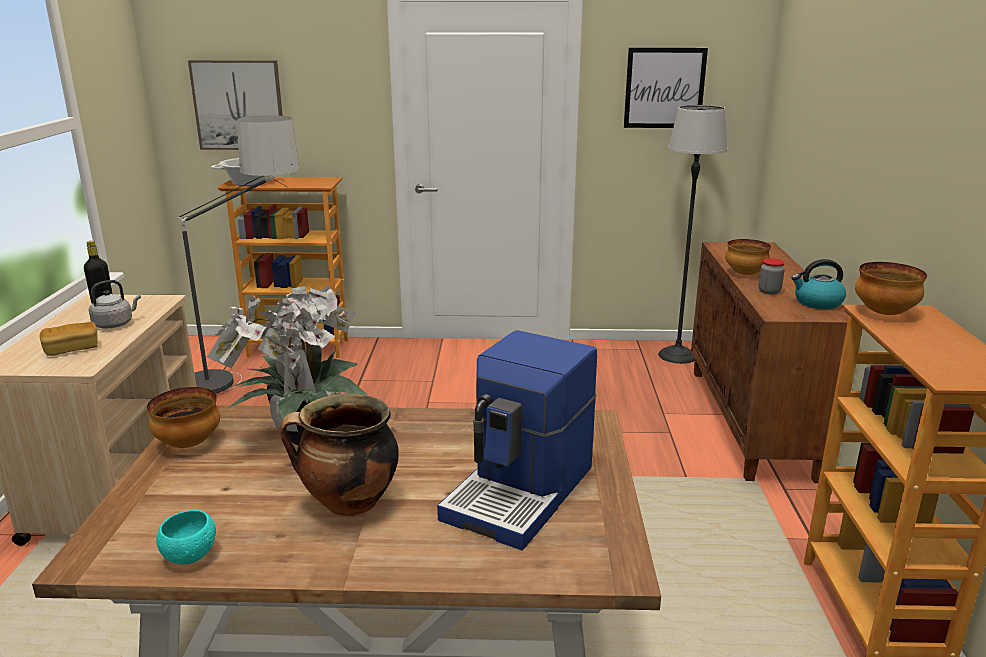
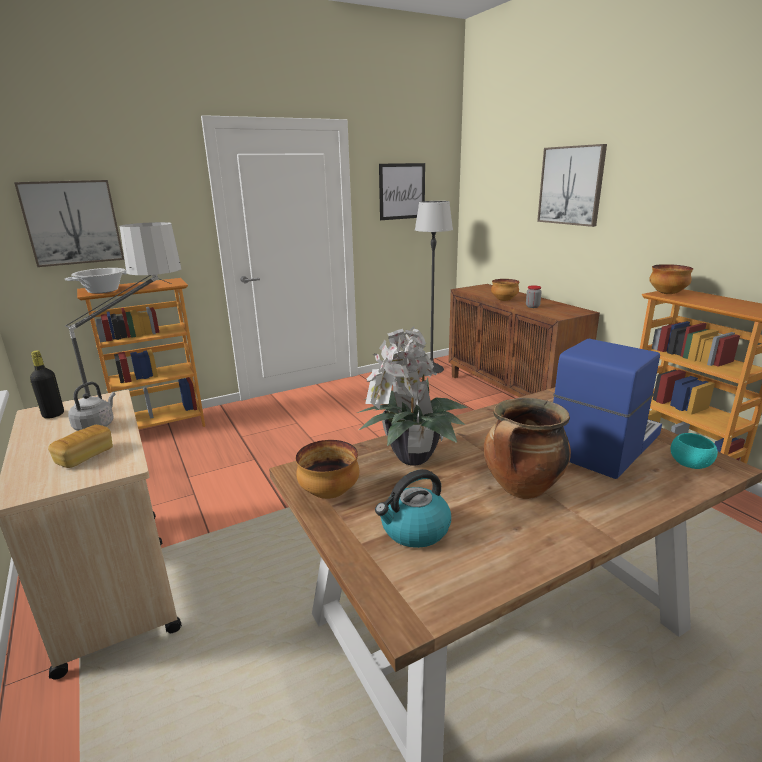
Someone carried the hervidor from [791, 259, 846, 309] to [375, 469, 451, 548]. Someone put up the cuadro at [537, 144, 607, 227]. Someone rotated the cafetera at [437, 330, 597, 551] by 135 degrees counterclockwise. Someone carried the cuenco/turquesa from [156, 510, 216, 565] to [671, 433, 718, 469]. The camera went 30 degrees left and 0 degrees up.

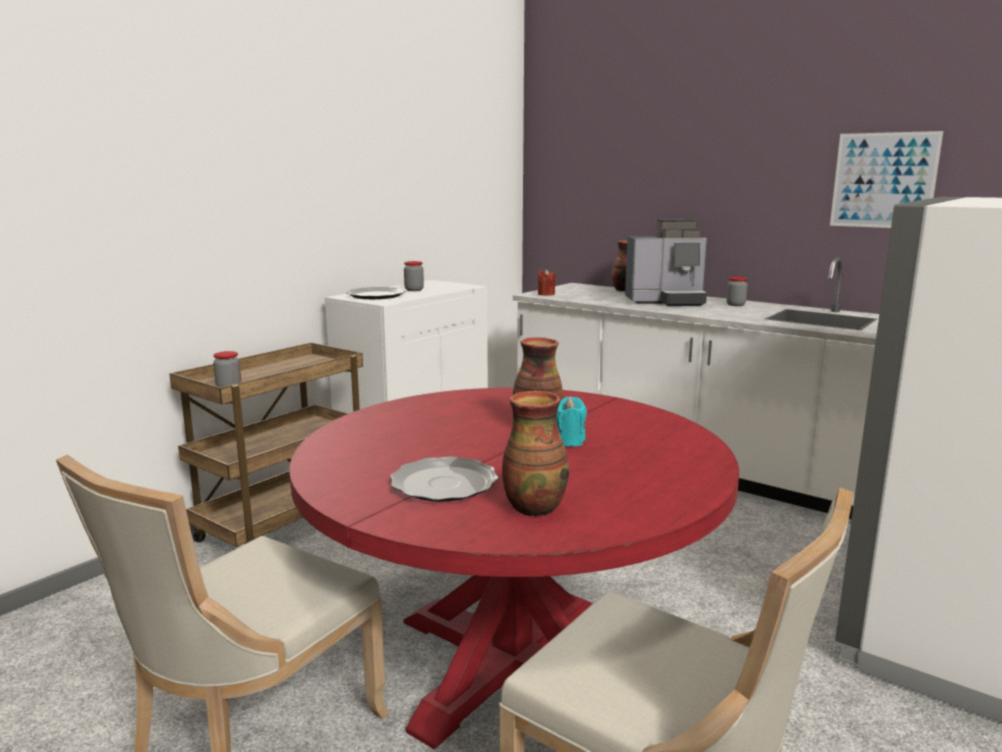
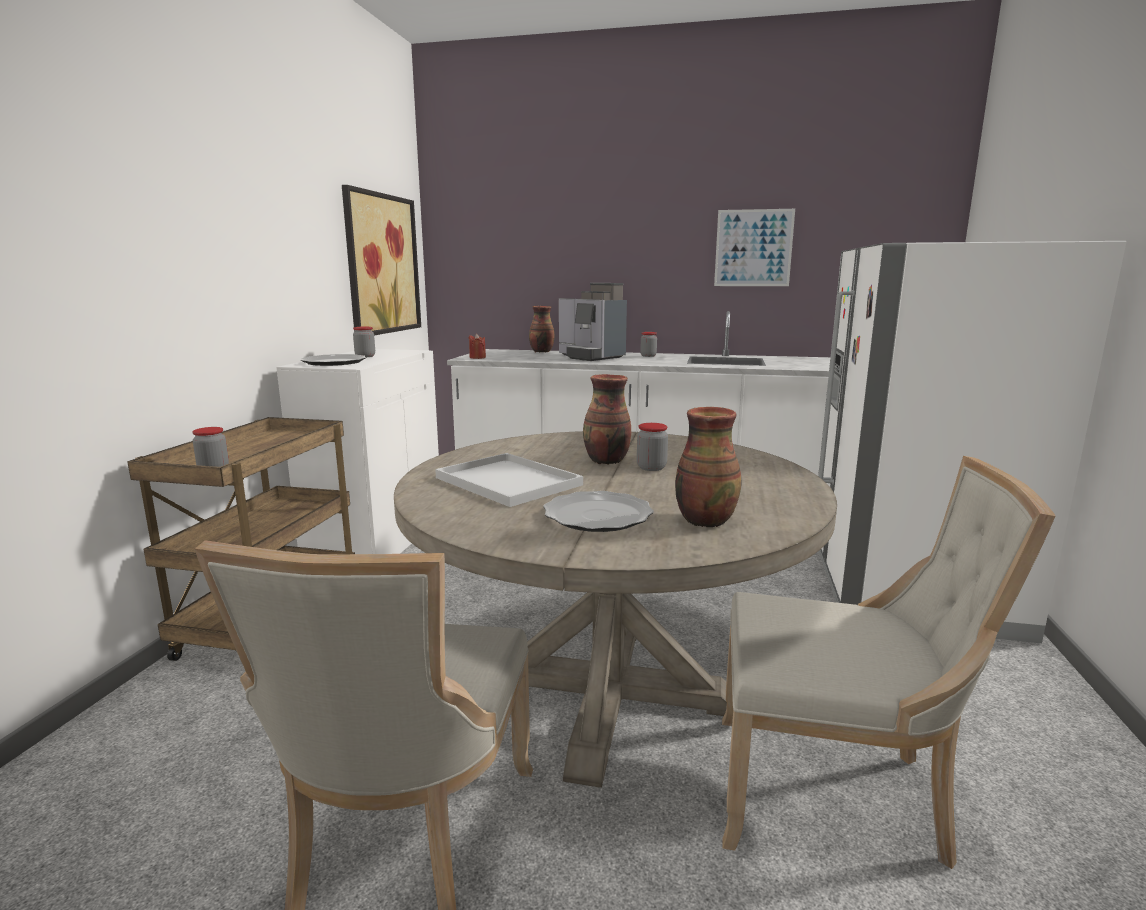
Someone put up the cuadro at [342, 185, 421, 335]. Someone repainted the mesa de comedor/rojo at [289, 388, 739, 749], which became the mesa de comedor/beis at [394, 431, 837, 788]. Someone put down the bandeja/blanco at [435, 453, 583, 507]. Someone rotated the cafetera at [625, 218, 707, 306] by 75 degrees clockwise. Someone swapped the vela/turquesa at [557, 396, 587, 447] for the tarro at [637, 423, 668, 471]. The camera went 25 degrees left and 0 degrees up.

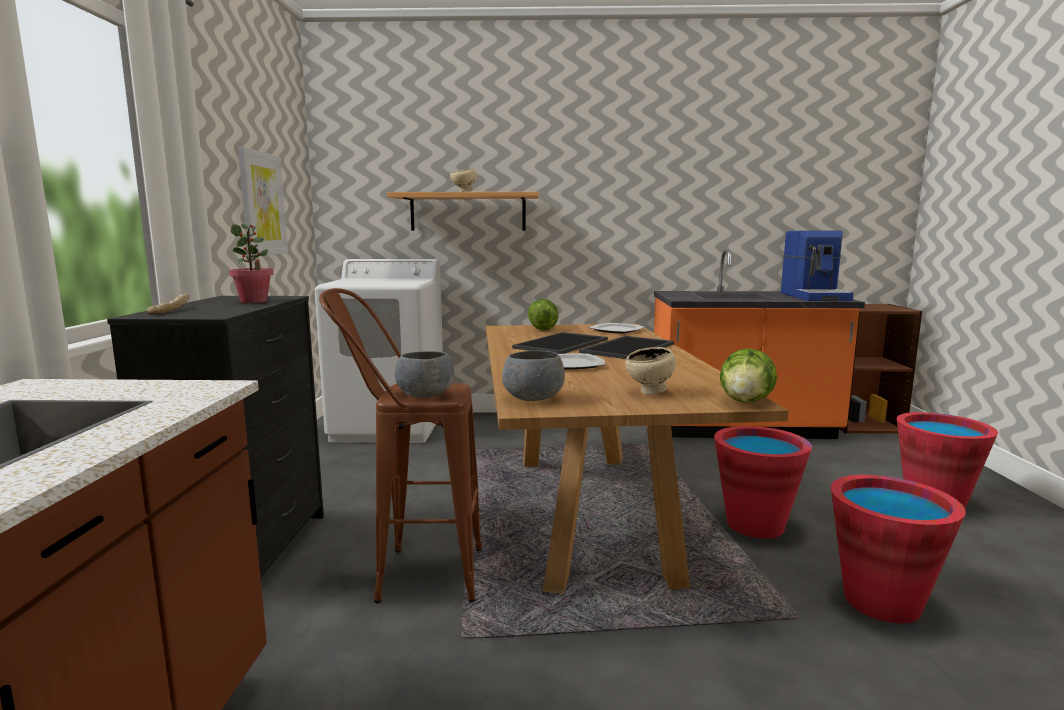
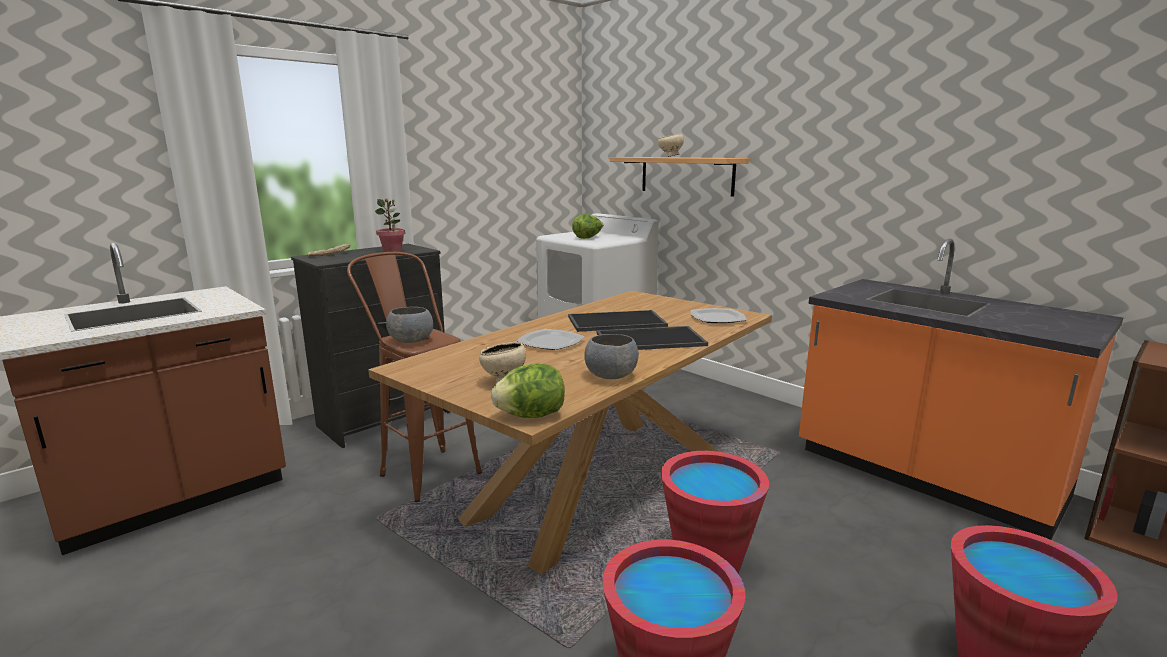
Someone carried the lechuga from [528, 299, 559, 330] to [572, 214, 603, 239]. Someone carried the cuenco/gris from [502, 351, 565, 401] to [584, 334, 639, 379]. Someone took away the cuadro at [238, 147, 288, 256]. Someone took away the cafetera at [781, 231, 853, 301]. The camera went 45 degrees right and 5 degrees up.

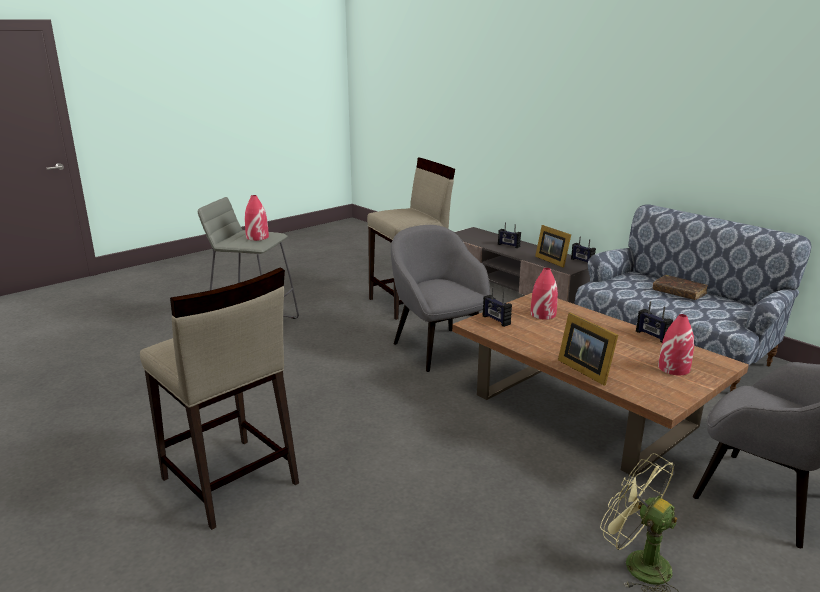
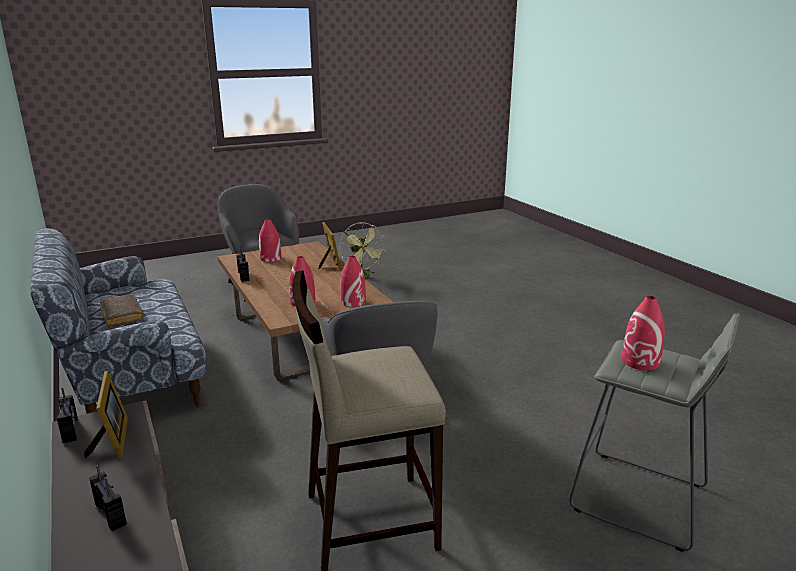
Someone swapped the radio at [483, 287, 512, 327] for the florero/rojo at [340, 256, 366, 307]. Someone took away the taburete/beis at [140, 267, 299, 530]. The camera went 165 degrees left and 0 degrees up.

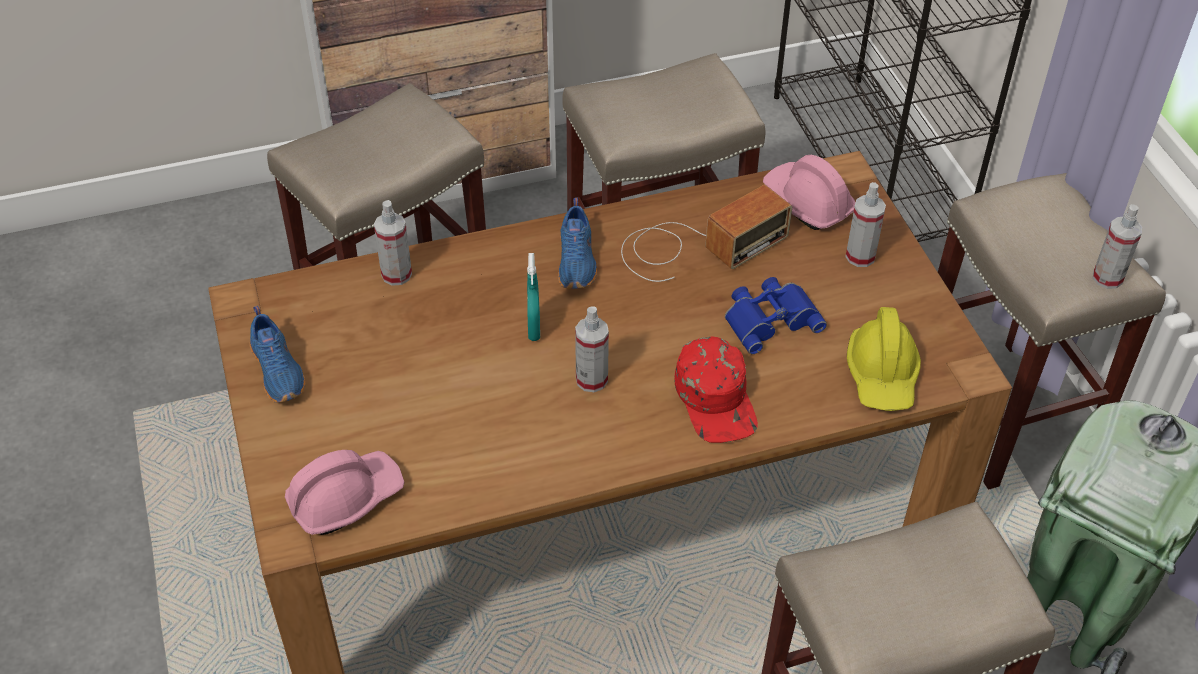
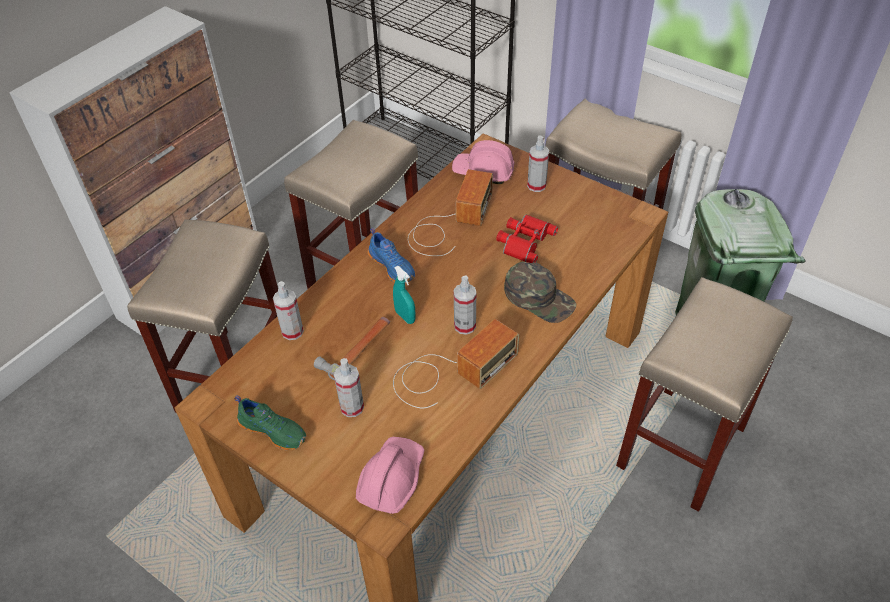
Someone repainted the zapato/azul at [250, 306, 306, 403], which became the zapato/verde at [234, 396, 306, 450]. Someone put down the martillo at [314, 317, 390, 381]. Someone carried the pulverizador from [1093, 204, 1142, 289] to [334, 358, 364, 417]. Someone put down the radio at [393, 319, 519, 409]. Someone repainted the prismáticos/azul at [725, 277, 827, 354], which became the prismáticos/rojo at [496, 214, 558, 263]. Someone repainted the gorra/rojo at [674, 337, 758, 443], which became the gorra/verde at [504, 262, 576, 323]. Someone took away the casco/amarillo at [847, 307, 921, 411]. The camera went 35 degrees left and 0 degrees up.

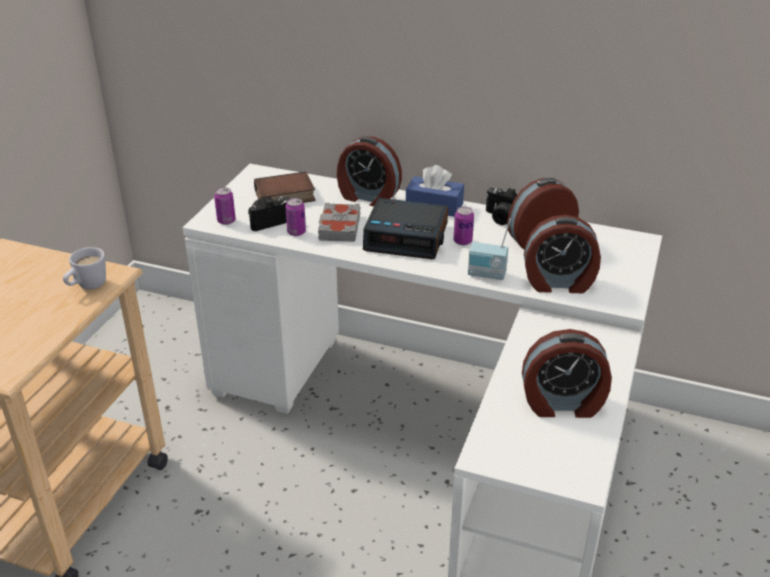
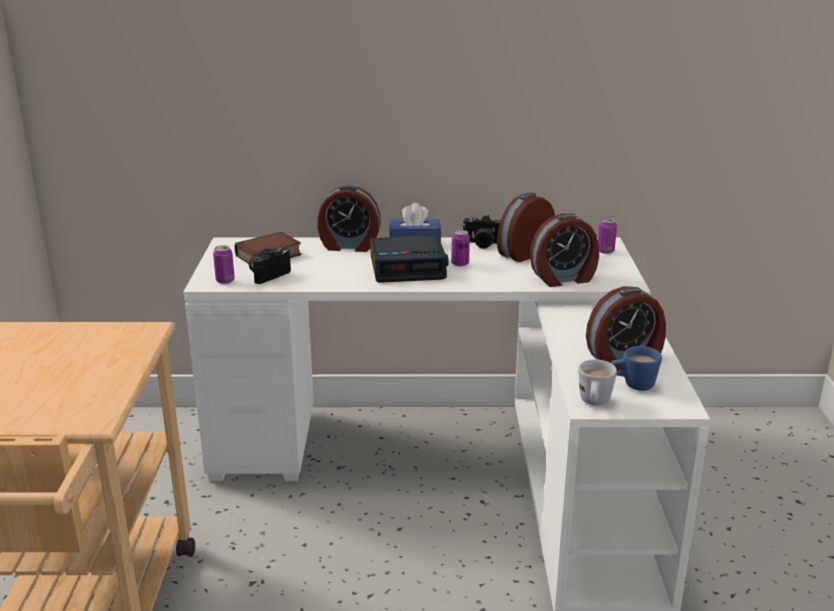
Someone carried the taza grande/blanco from [63, 247, 106, 289] to [578, 359, 617, 406]. Someone carried the lata from [285, 198, 306, 236] to [598, 218, 617, 254]. Someone put down the taza grande/azul at [610, 346, 662, 391]. Someone took away the libro/gris at [318, 203, 361, 242]. Someone took away the radio at [468, 218, 511, 280]. The camera went 20 degrees left and 10 degrees down.

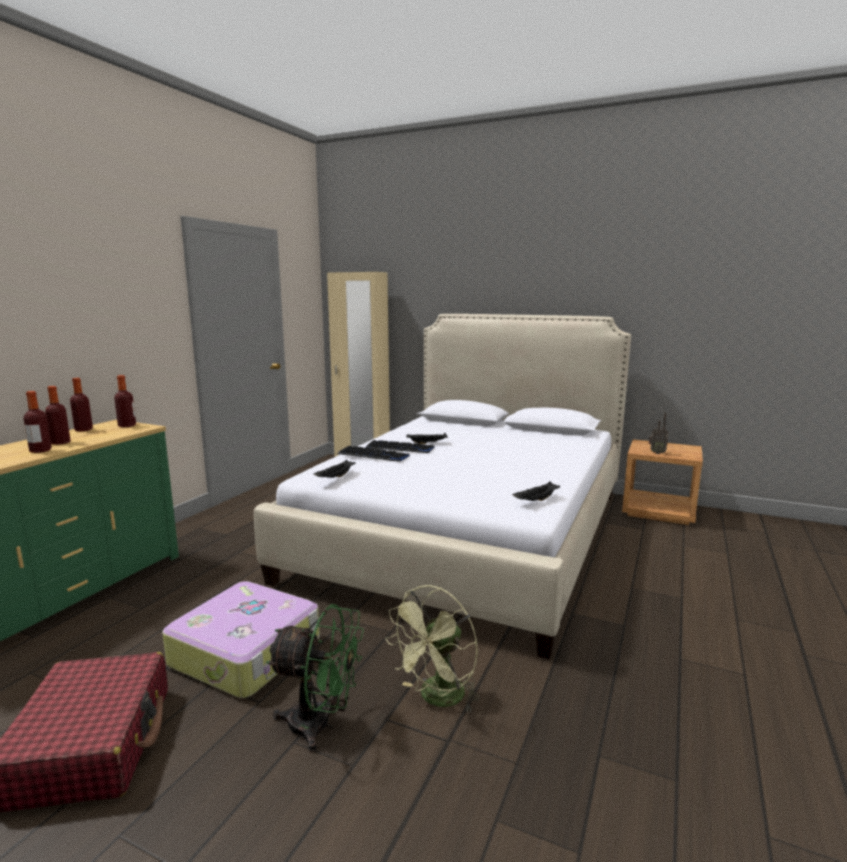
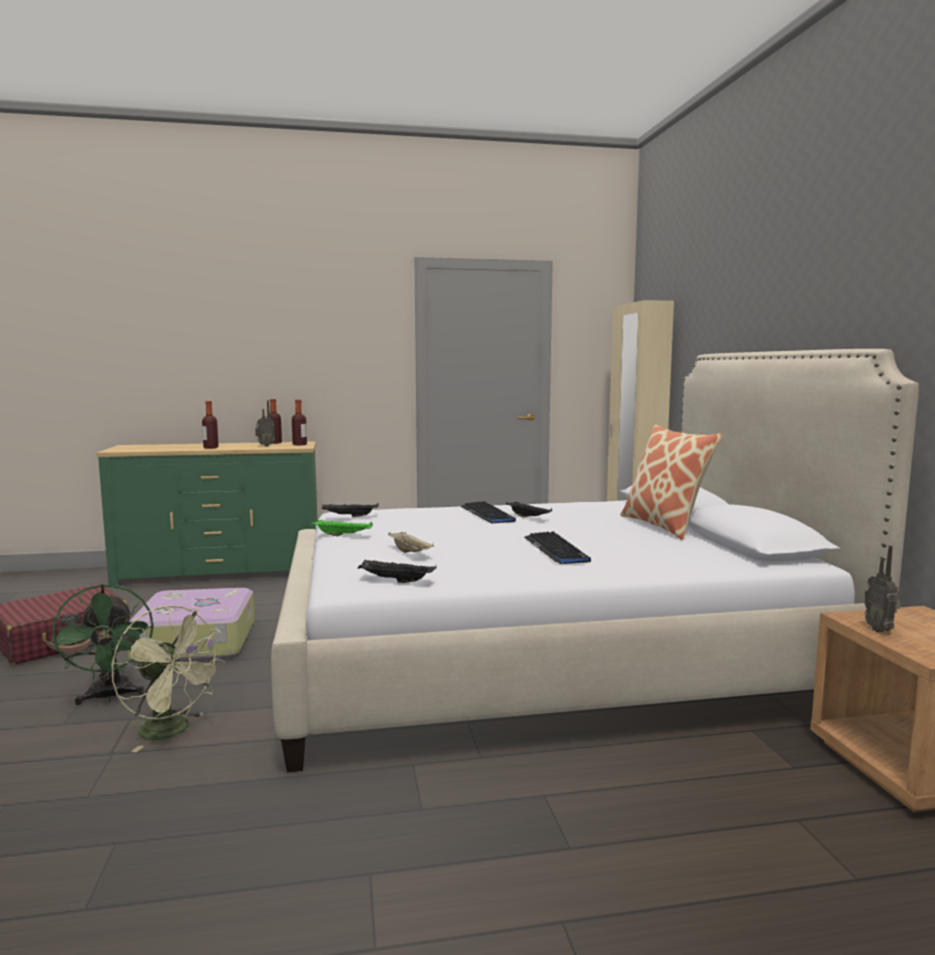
Someone rotated the ventilador/verde at [385, 585, 480, 712] by 150 degrees counterclockwise. Someone put down the radio at [255, 400, 275, 446]. Someone put down the bandeja/verde at [311, 520, 373, 536]. Someone put down the bandeja/beis at [388, 532, 434, 553]. Someone carried the teclado from [338, 446, 410, 462] to [524, 531, 591, 564]. Someone put down the cojín at [621, 425, 723, 540]. Someone took away the botella at [45, 386, 71, 445]. The camera went 55 degrees right and 5 degrees down.

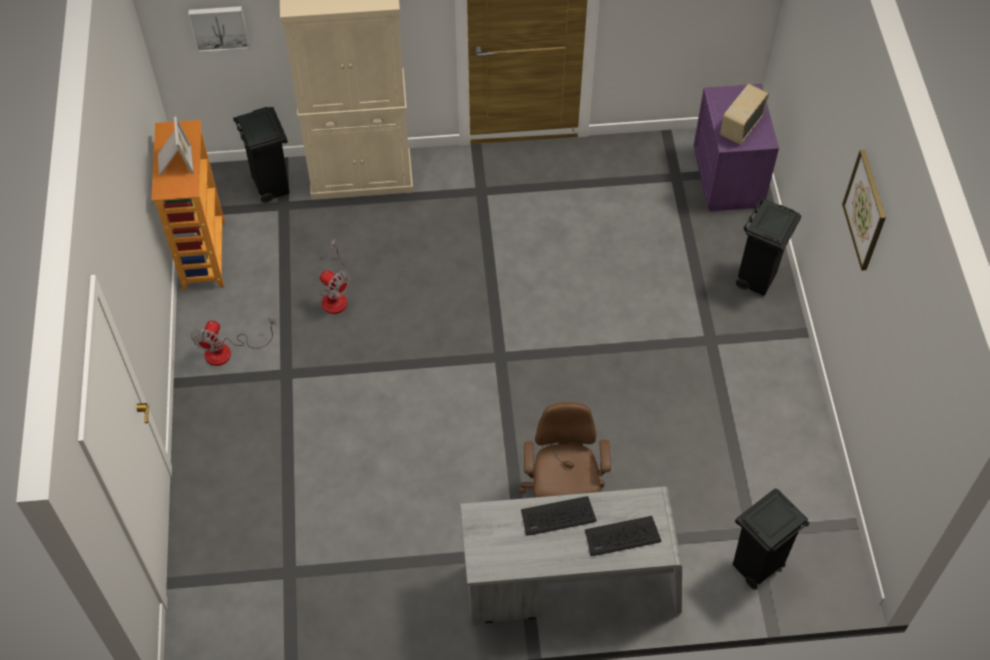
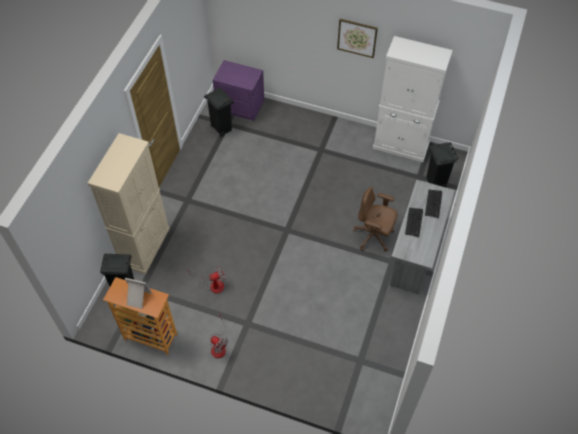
Someone carried the papelera/negro from [736, 198, 801, 296] to [204, 88, 234, 137]. Someone put down the armario/blanco at [373, 36, 453, 162]. Someone took away the cuadro at [188, 6, 249, 52]. Someone took away the radio at [720, 84, 769, 145]. The camera went 65 degrees left and 0 degrees up.

